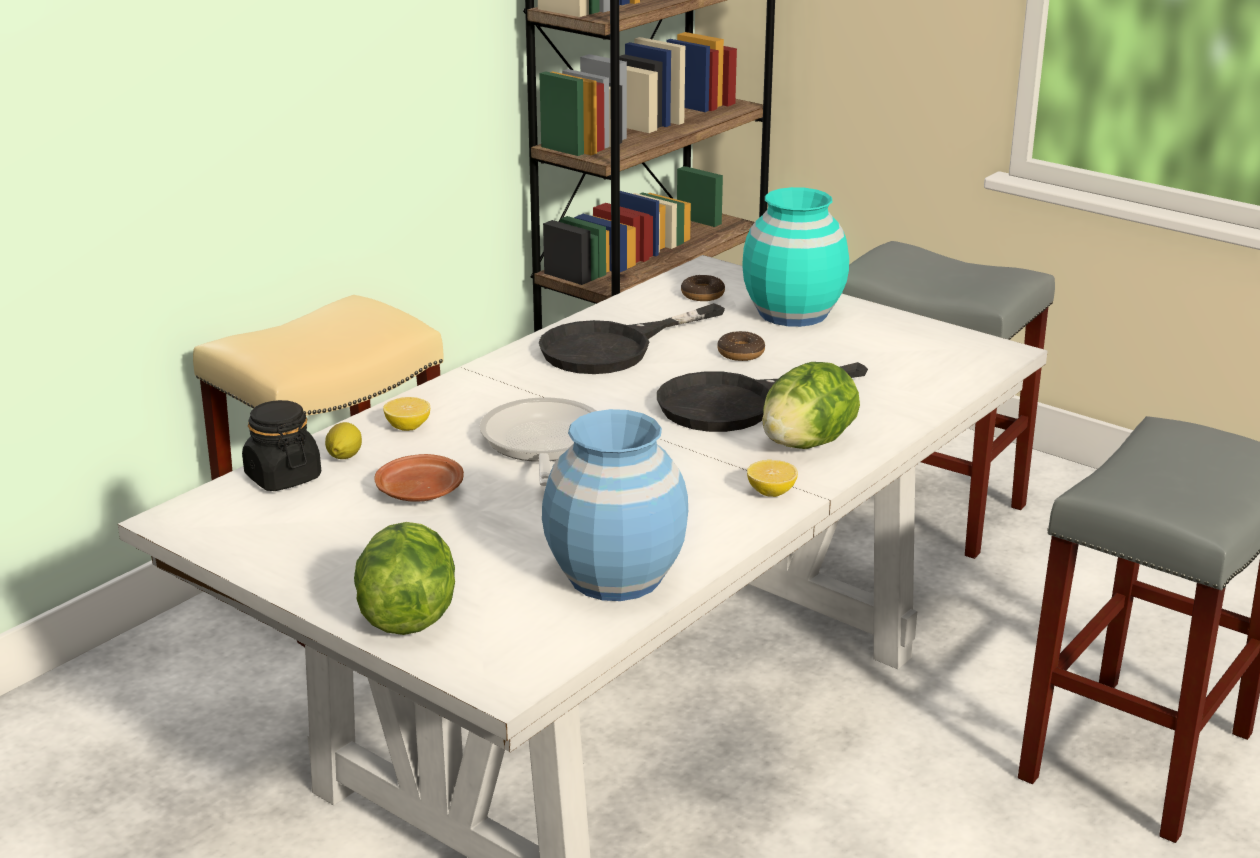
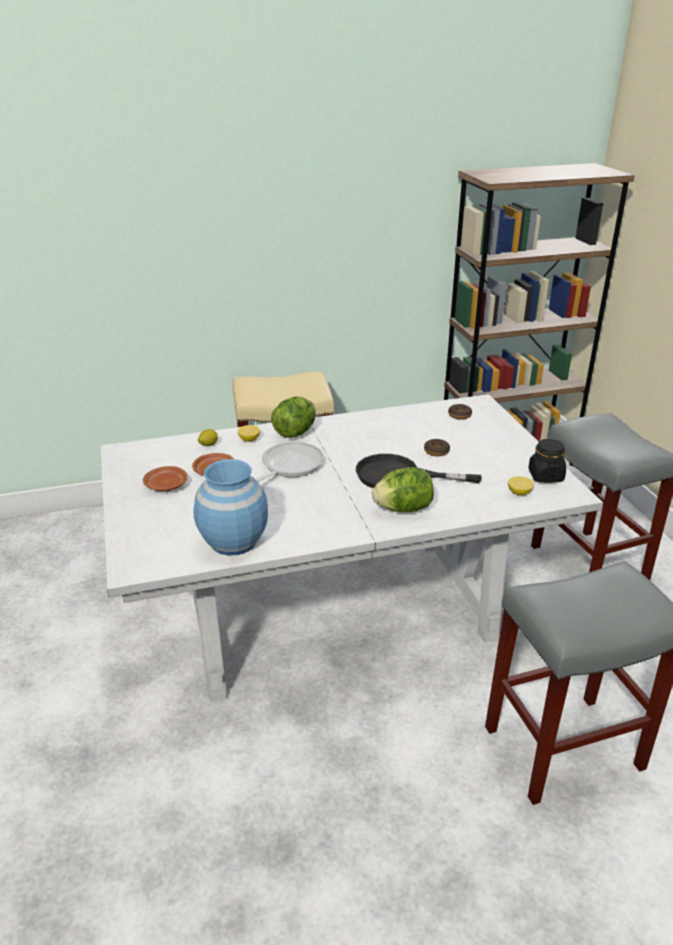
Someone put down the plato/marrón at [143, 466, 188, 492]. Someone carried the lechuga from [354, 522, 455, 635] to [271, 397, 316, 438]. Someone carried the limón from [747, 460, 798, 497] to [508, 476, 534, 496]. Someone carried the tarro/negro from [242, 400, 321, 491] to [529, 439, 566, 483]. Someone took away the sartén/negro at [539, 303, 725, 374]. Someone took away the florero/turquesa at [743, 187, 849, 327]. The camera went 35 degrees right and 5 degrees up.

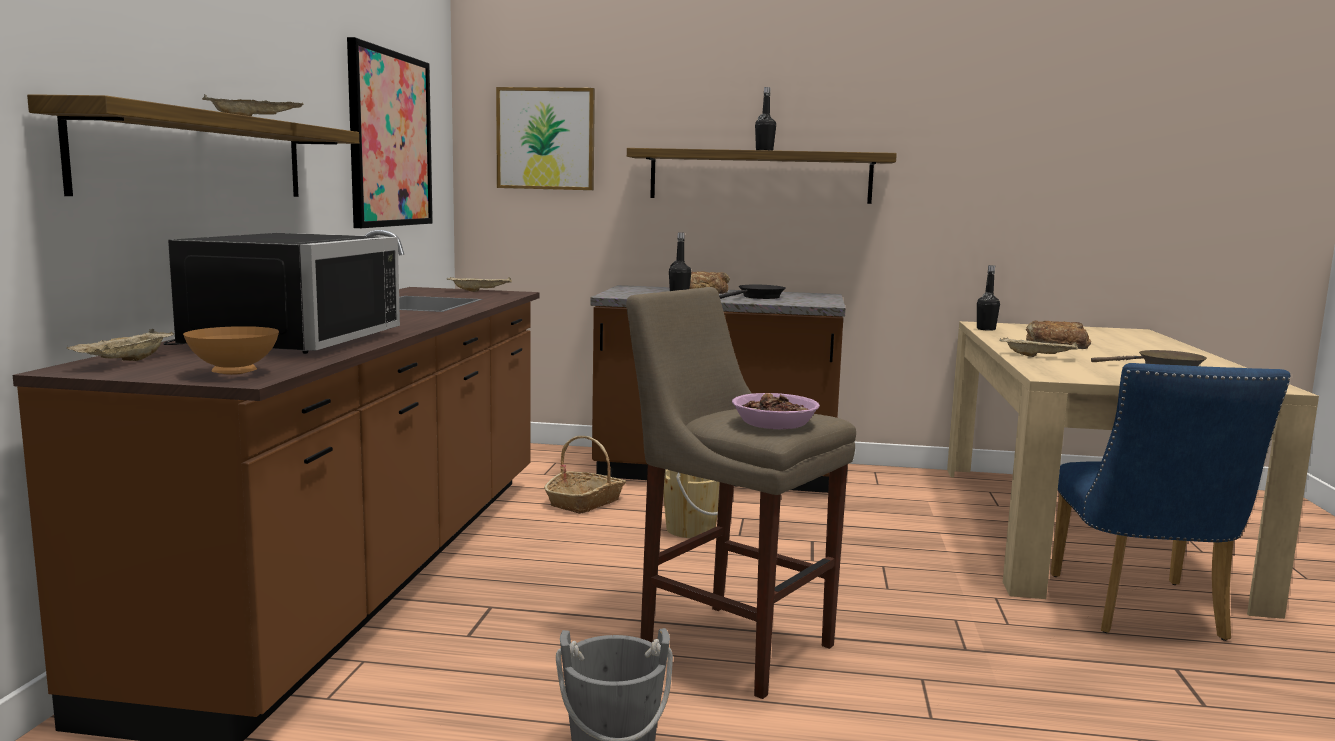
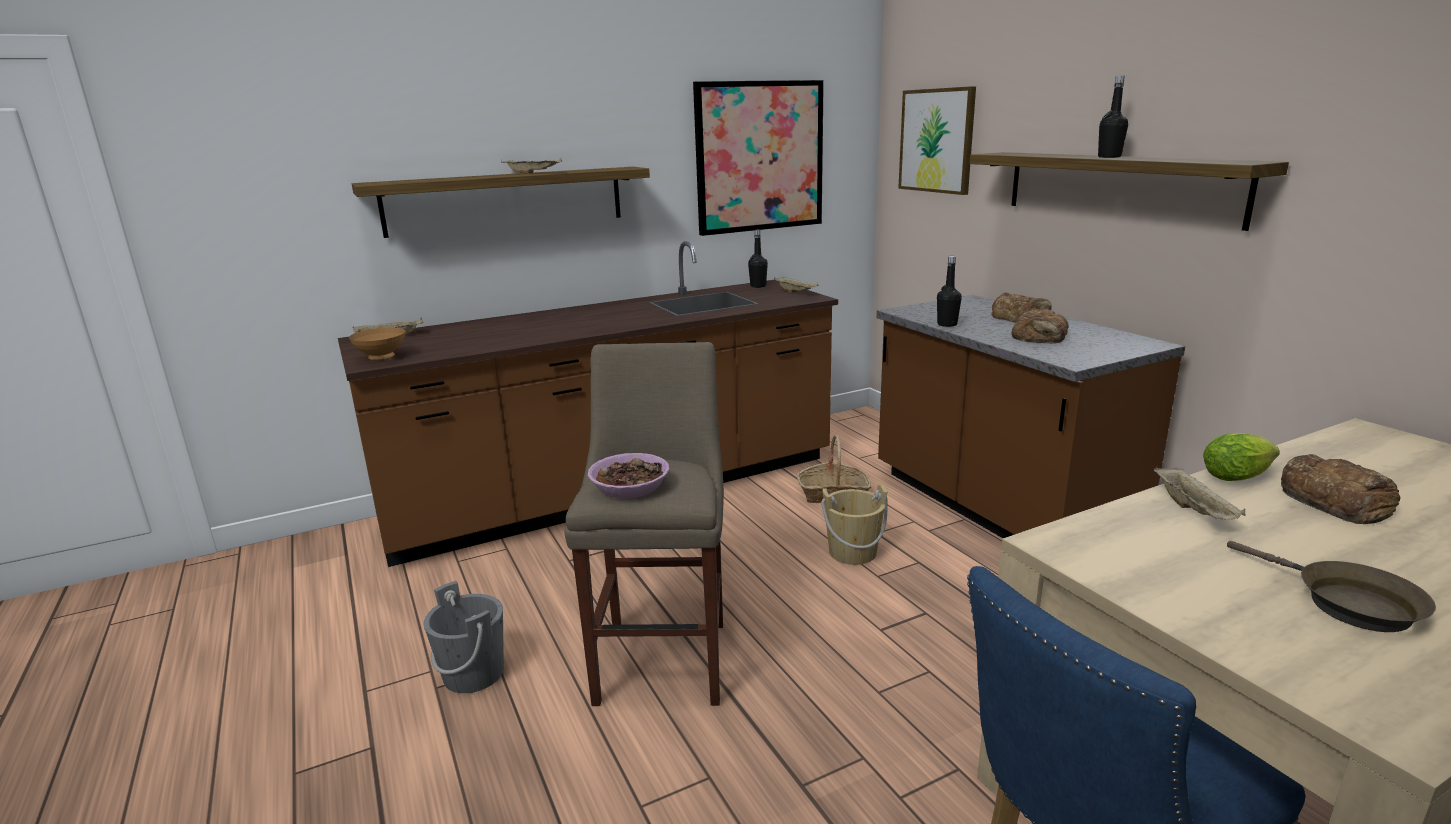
Someone carried the botella/negro from [977, 265, 1000, 331] to [748, 230, 768, 288]. Someone swapped the sartén/negro at [719, 284, 785, 299] for the pan at [1011, 308, 1069, 344]. Someone put down the lechuga at [1203, 433, 1280, 481]. Someone took away the microondas/negro at [163, 233, 400, 354]. The camera went 55 degrees right and 10 degrees up.

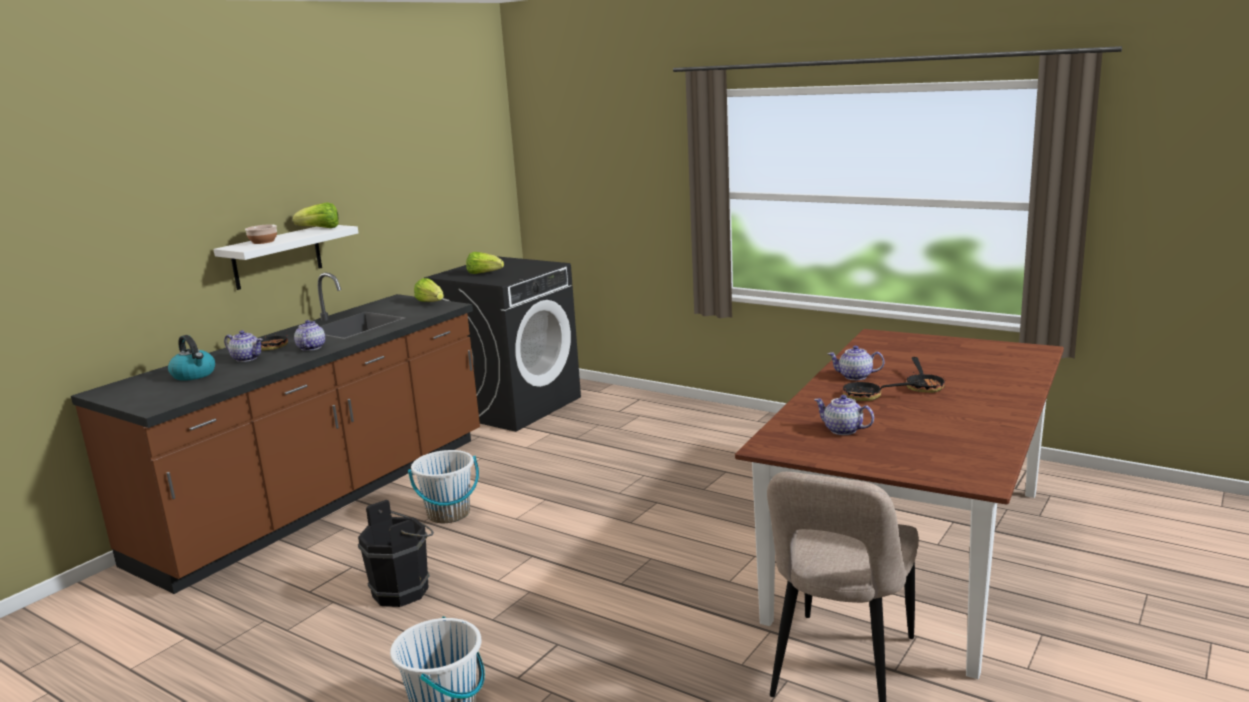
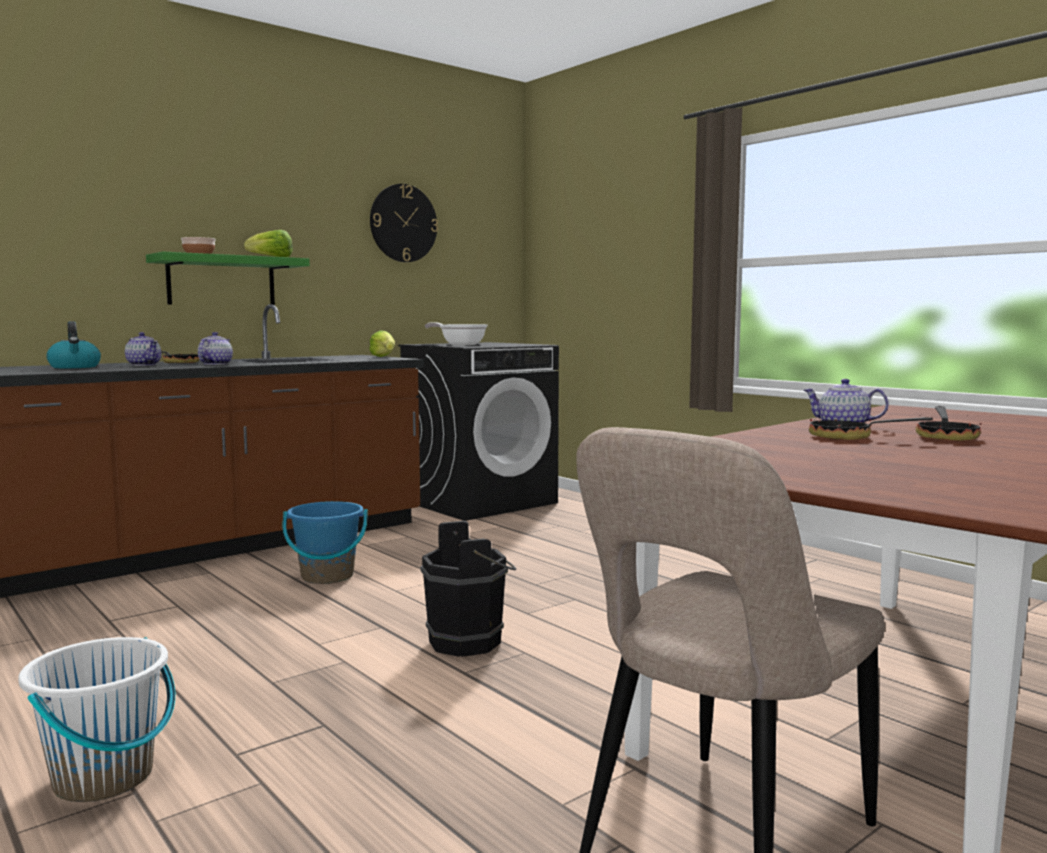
Someone repainted the estante/blanco at [214, 225, 358, 290], which became the estante/verde at [146, 252, 310, 305]. Someone repainted the cubo/blanco at [408, 450, 479, 523], which became the cubo/azul at [283, 501, 368, 584]. Someone put up the reloj de pared at [370, 184, 438, 262]. Someone carried the cubo/negro from [358, 500, 434, 607] to [420, 521, 516, 657]. Someone swapped the lechuga at [466, 252, 504, 274] for the sartén at [425, 322, 488, 345]. Someone took away the tetera at [814, 395, 874, 435]. The camera went 15 degrees right and 10 degrees down.

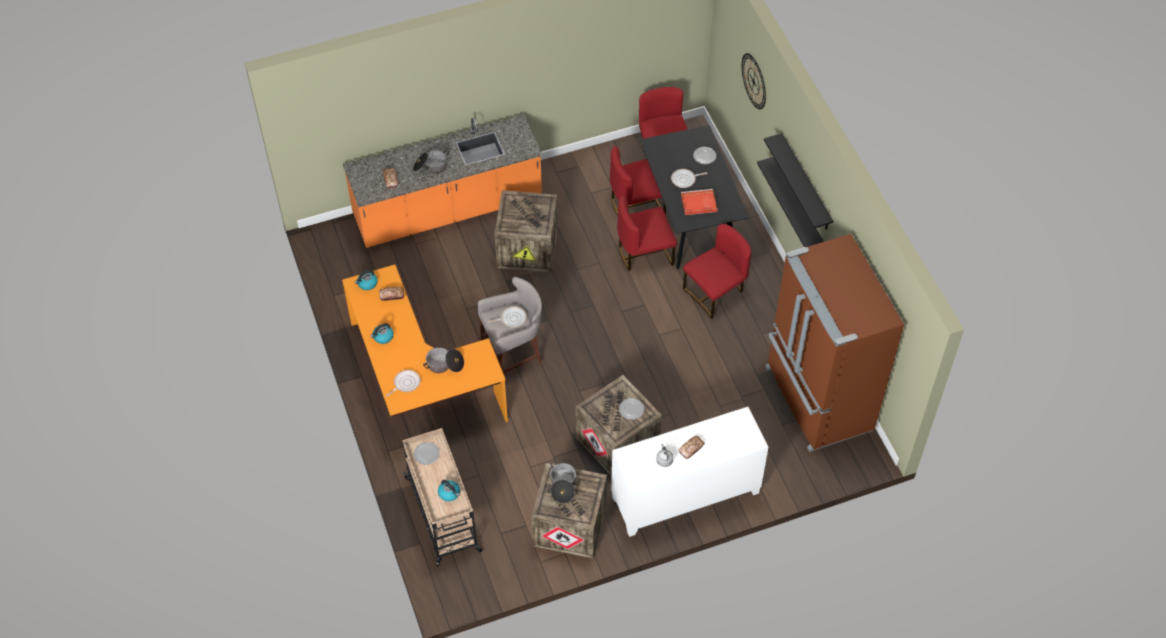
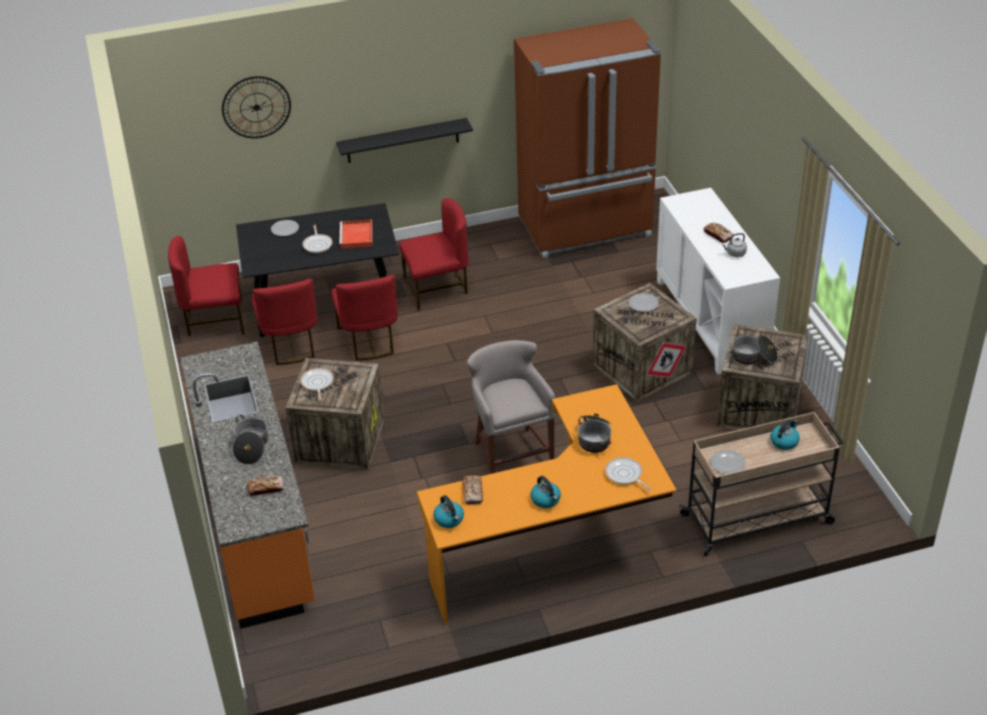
Someone carried the sartén from [488, 306, 527, 328] to [300, 368, 334, 401]. Someone rotated the silla/rojo at [683, 224, 751, 319] by 105 degrees clockwise. Someone took away the estante/negro at [764, 133, 833, 230]. The camera went 85 degrees left and 15 degrees down.

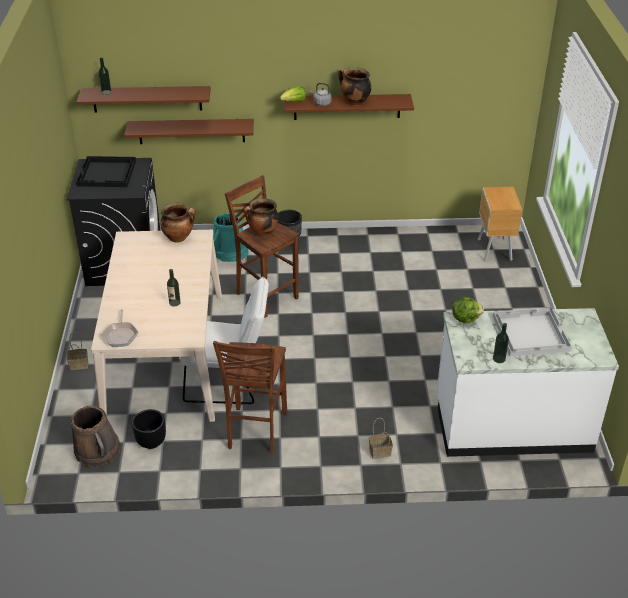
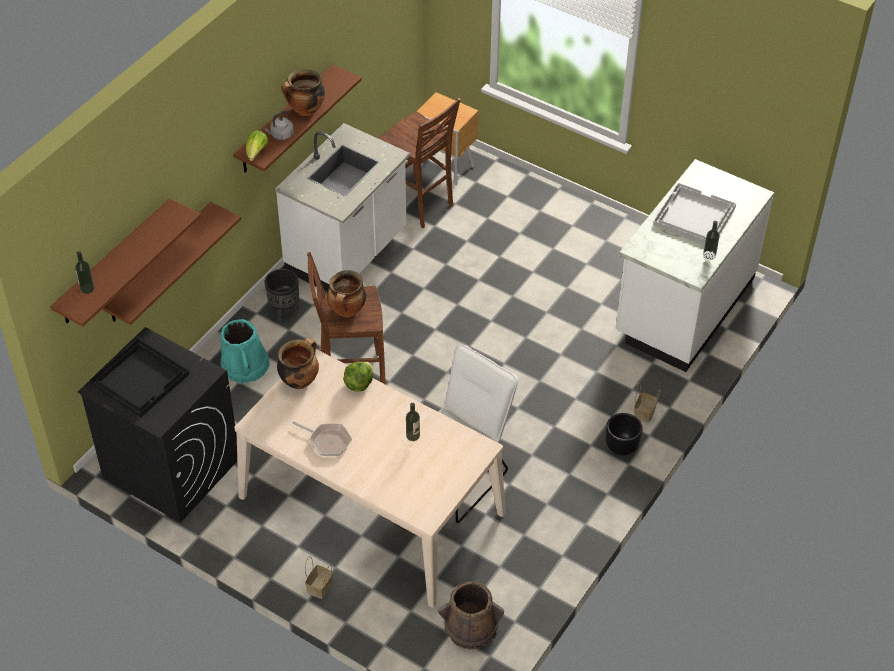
Someone put down the mueble bajo de cocina/blanco at [275, 123, 410, 292]. Someone carried the sartén from [101, 309, 138, 347] to [292, 421, 352, 456]. Someone carried the lechuga from [452, 297, 484, 323] to [343, 362, 373, 392]. Someone carried the taburete/marrón from [213, 341, 287, 454] to [378, 98, 461, 228]. Someone carried the maceta/negro from [132, 409, 166, 449] to [606, 413, 642, 456]. The camera went 55 degrees left and 10 degrees up.

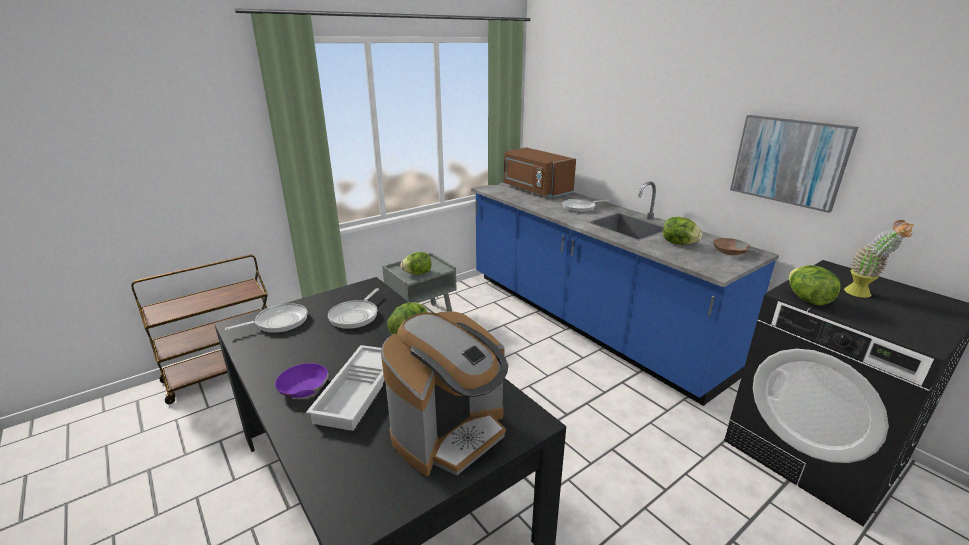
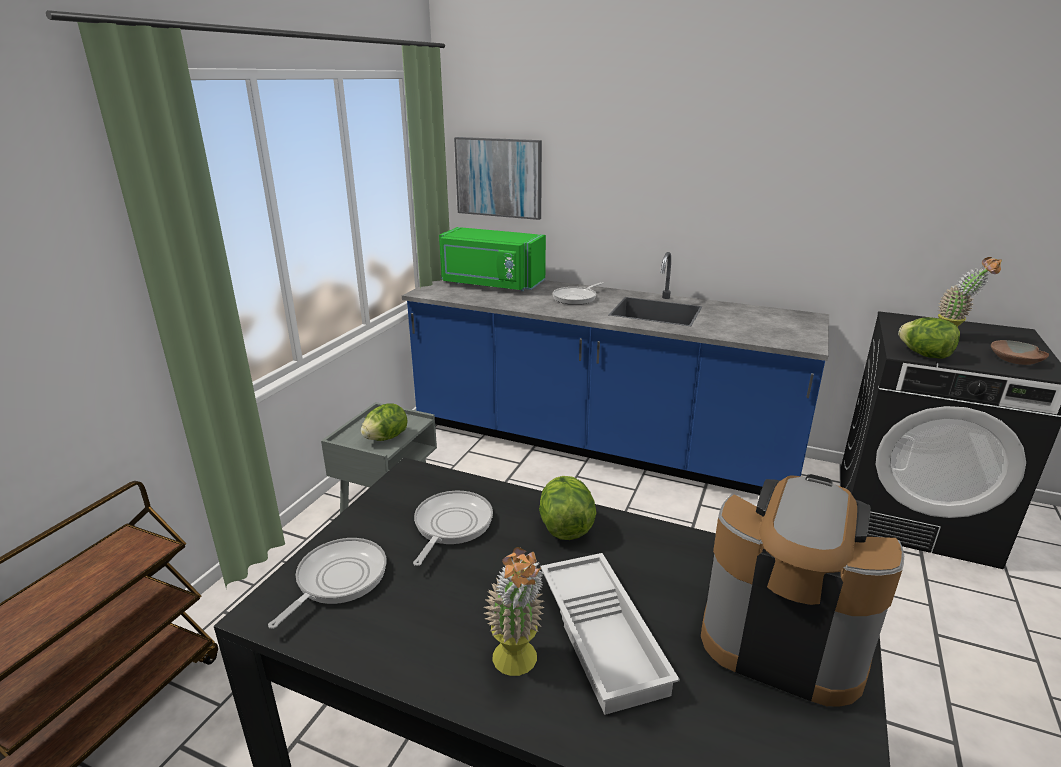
Someone rotated the sartén at [328, 288, 379, 329] by 150 degrees counterclockwise. Someone repainted the microondas/marrón at [504, 147, 576, 198], which became the microondas/verde at [439, 227, 546, 291]. Someone carried the cuadro from [730, 115, 858, 213] to [454, 137, 542, 220]. Someone swapped the cuenco/morado at [275, 363, 329, 398] for the planta en maceta at [484, 547, 545, 676]. Someone rotated the cafetera at [381, 311, 509, 477] by 75 degrees counterclockwise. Someone carried the cuenco/marrón from [713, 238, 750, 255] to [991, 340, 1049, 365]. Someone took away the lechuga at [663, 217, 703, 245]. The camera went 30 degrees left and 0 degrees up.

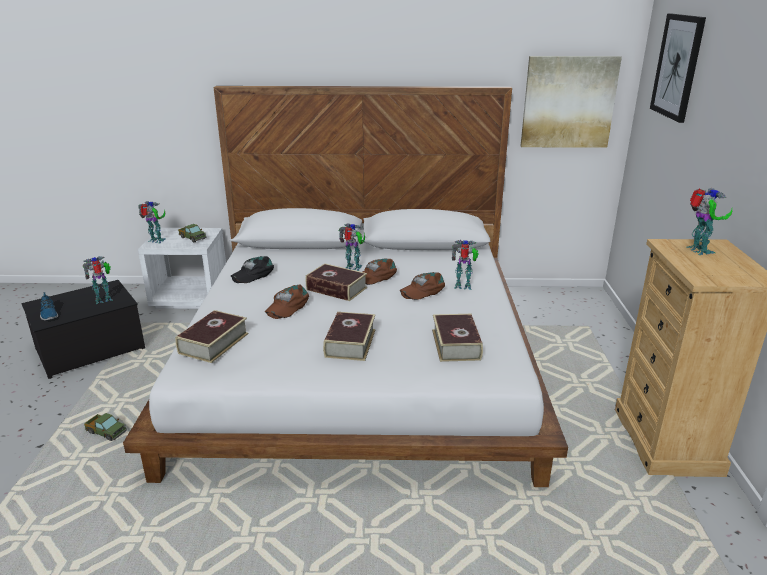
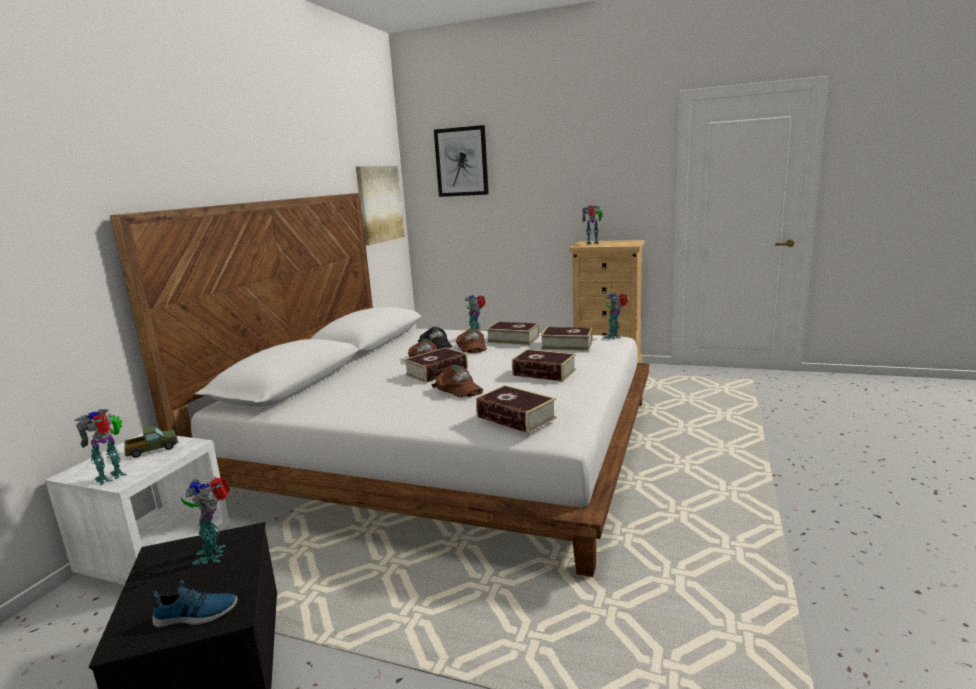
Someone carried the gorra/negro from [231, 256, 274, 283] to [418, 326, 452, 350]. Someone put down the libro at [486, 322, 539, 345]. Someone carried the robot de juguete from [339, 223, 365, 271] to [603, 293, 628, 340]. Someone took away the camión de juguete at [84, 413, 127, 441]. The camera went 70 degrees left and 10 degrees down.

